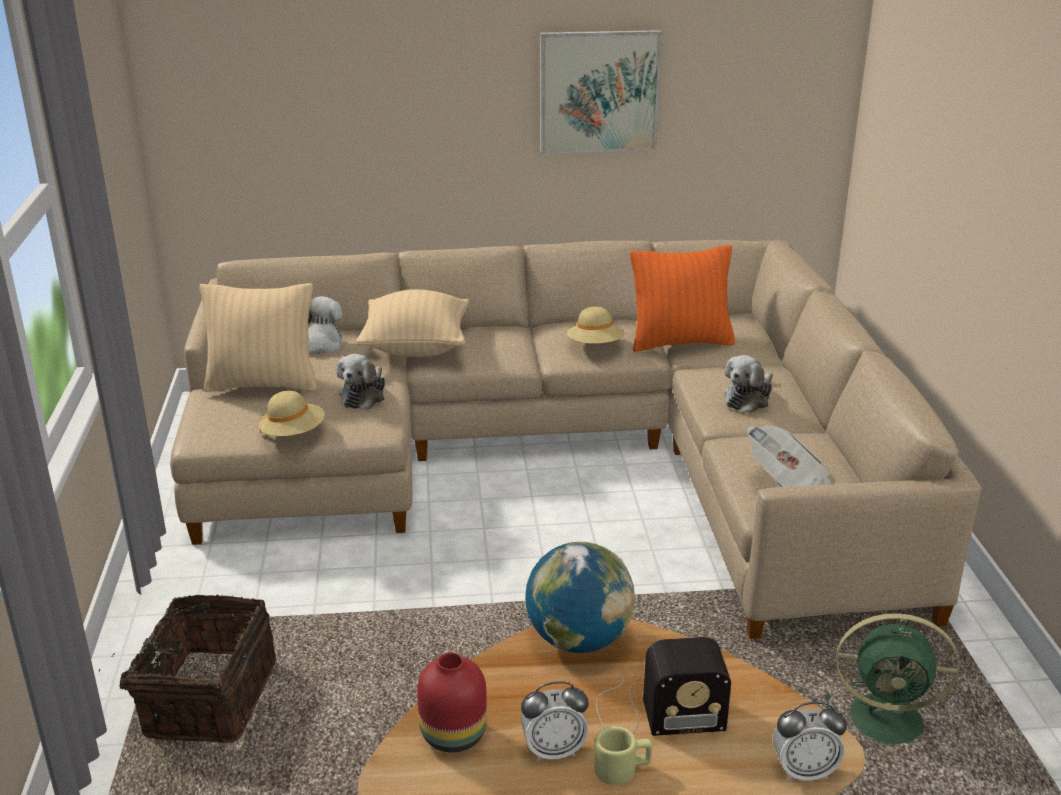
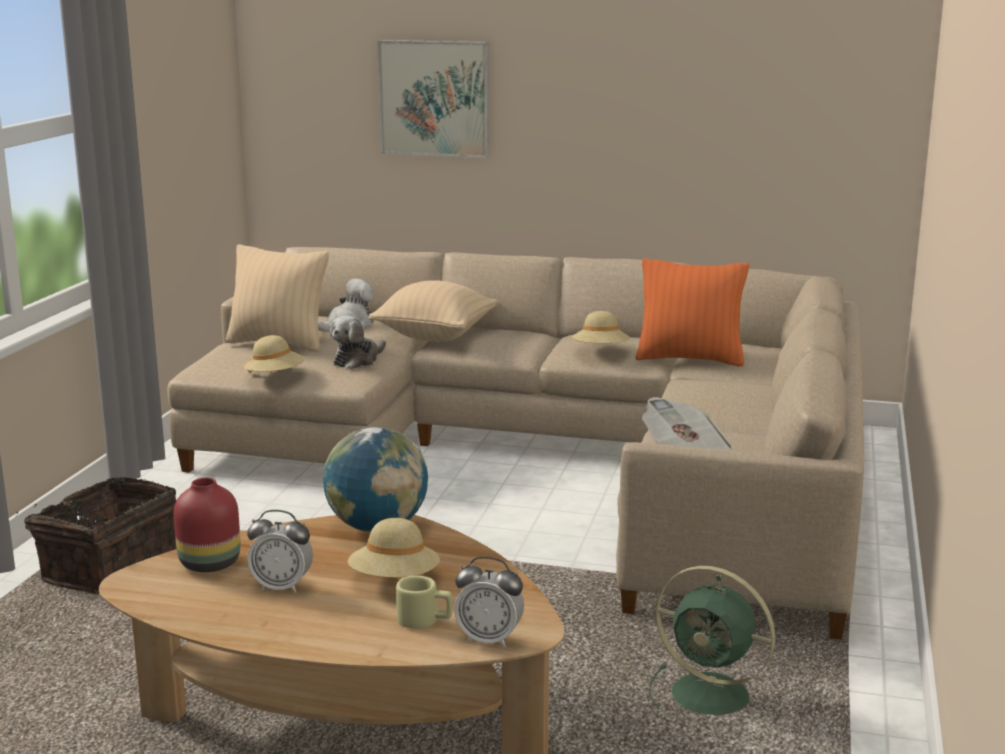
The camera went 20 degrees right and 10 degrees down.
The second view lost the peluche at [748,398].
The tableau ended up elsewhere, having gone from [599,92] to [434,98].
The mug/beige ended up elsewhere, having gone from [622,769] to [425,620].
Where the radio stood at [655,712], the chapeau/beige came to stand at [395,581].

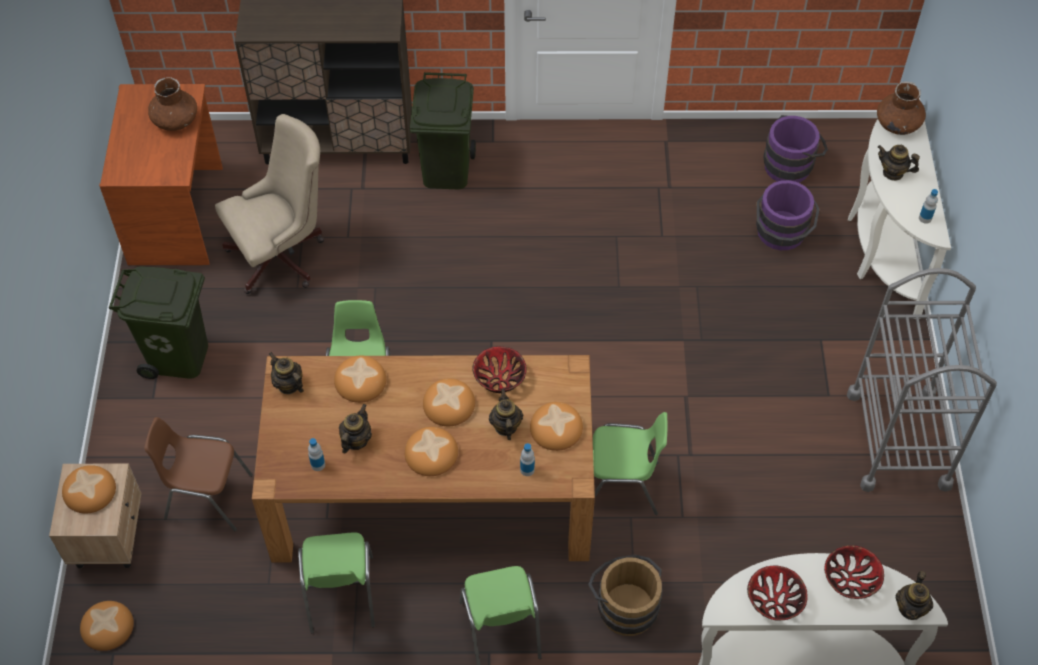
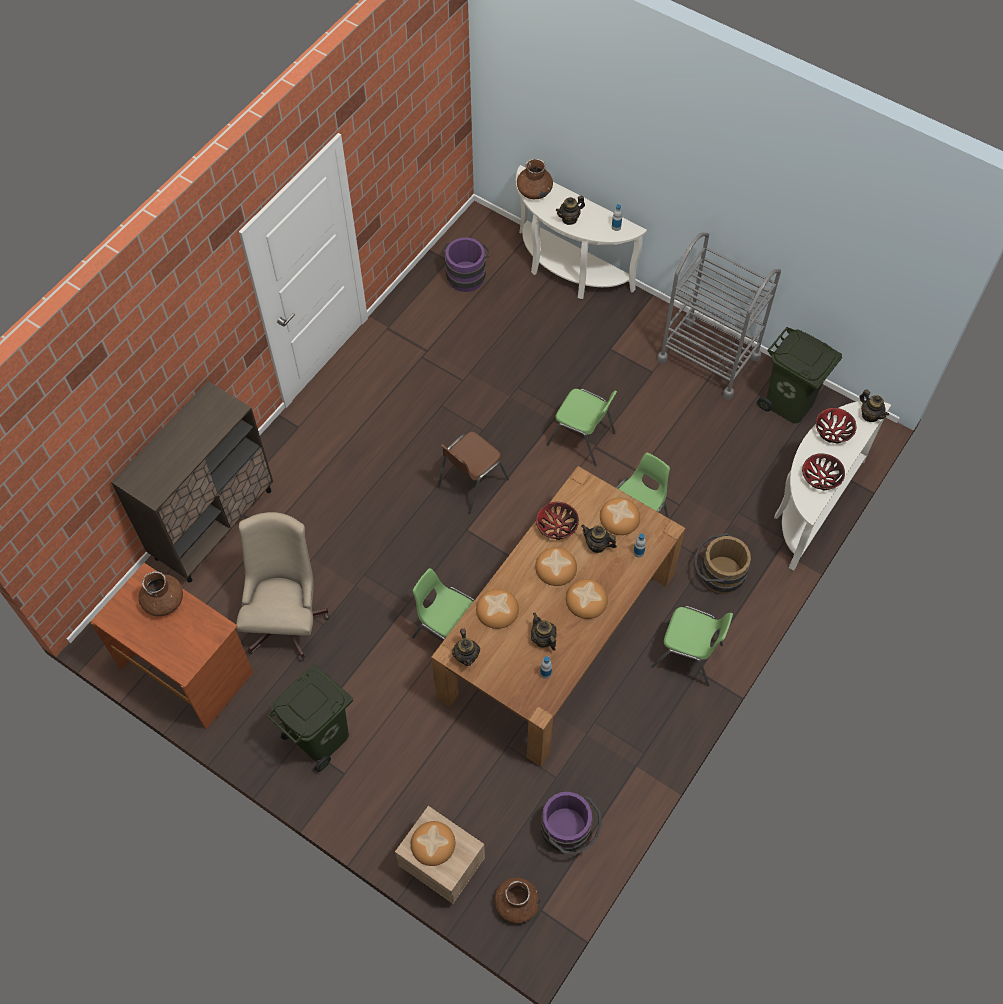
The camera went 55 degrees left and 5 degrees up.
The chaise/marron ended up elsewhere, having gone from [207,497] to [471,483].
The chaise/vert ended up elsewhere, having gone from [340,595] to [581,439].
The poubelle/vert ended up elsewhere, having gone from [445,170] to [789,403].
The seau/violet ended up elsewhere, having gone from [781,235] to [569,832].
Where the pain stood at [107,627], the vase/marron came to stand at [516,904].
The théière at [288,385] ended up facing another way, 90 degrees counterclockwise from before.

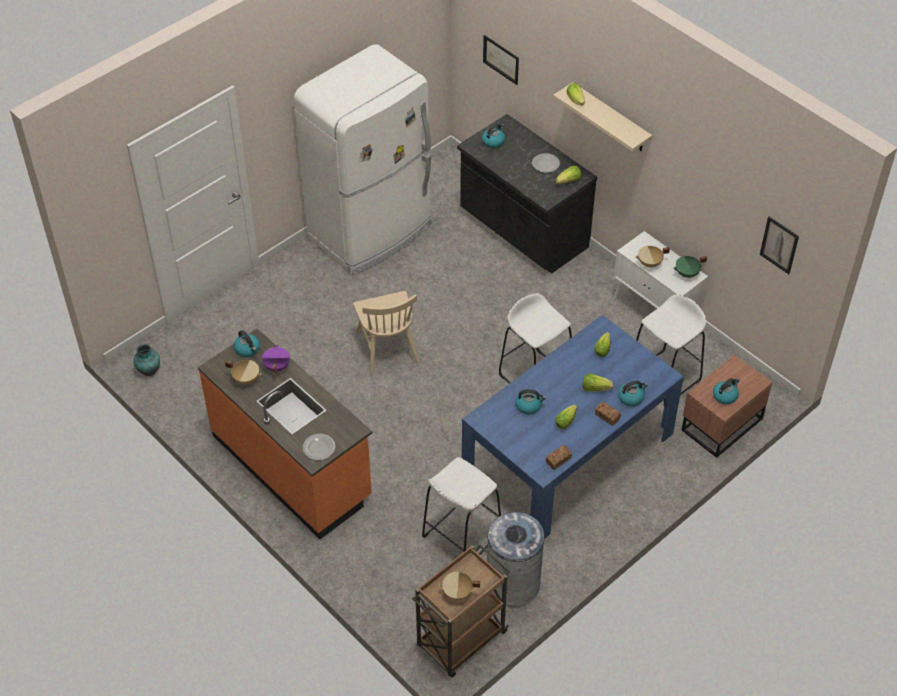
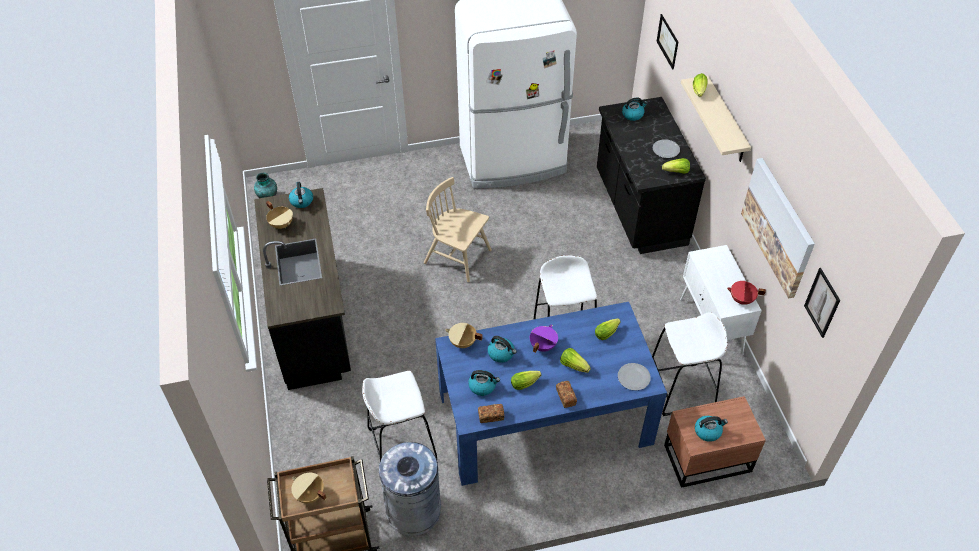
The camera went 30 degrees right and 0 degrees up.
The second view gained the tableau at [778,227].
The marmite/violet ended up elsewhere, having gone from [276,367] to [542,345].
The assiette ended up elsewhere, having gone from [319,448] to [634,378].
The bouilloire ended up elsewhere, having gone from [631,397] to [483,386].
The marmite/beige ended up elsewhere, having gone from [649,264] to [463,343].
What was the comptoir de cuisine/orange at [292,466] turned into the comptoir de cuisine/noir at [313,319].
What was the marmite/vert at [687,274] turned into the marmite/rouge at [742,300].
The chaise/beige at [387,347] ended up facing another way, 105 degrees clockwise from before.

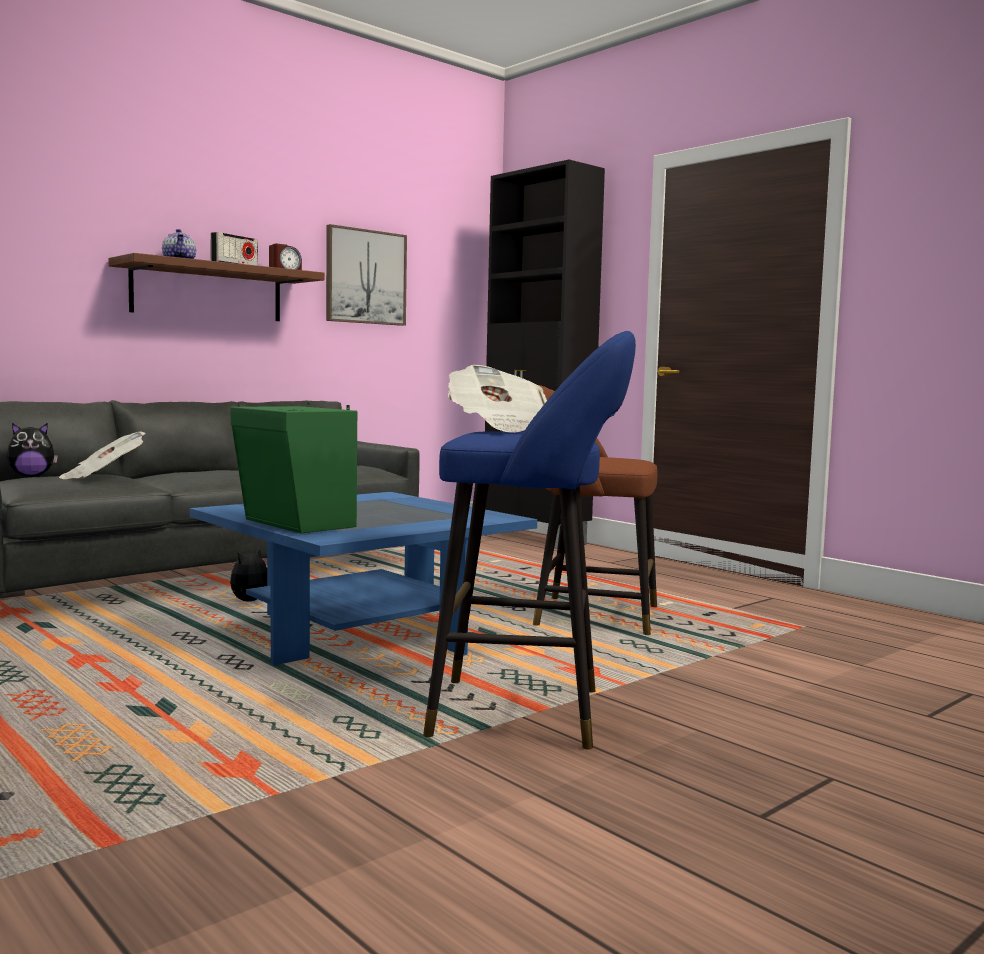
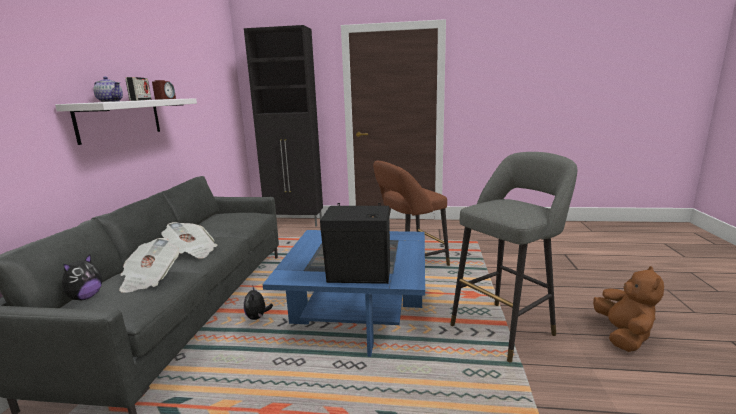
The camera went 40 degrees left and 10 degrees up.
The second view lost the tableau at [365,277].
The second view gained the peluche/marron at [623,335].
The journal ended up elsewhere, having gone from [499,429] to [192,252].
What was the étagère/marron at [208,292] turned into the étagère/blanc at [120,119].
What was the enceinte/vert at [296,524] turned into the enceinte/noir at [360,276].
What was the tabouret/bleu at [528,713] turned into the tabouret/gris at [506,328].

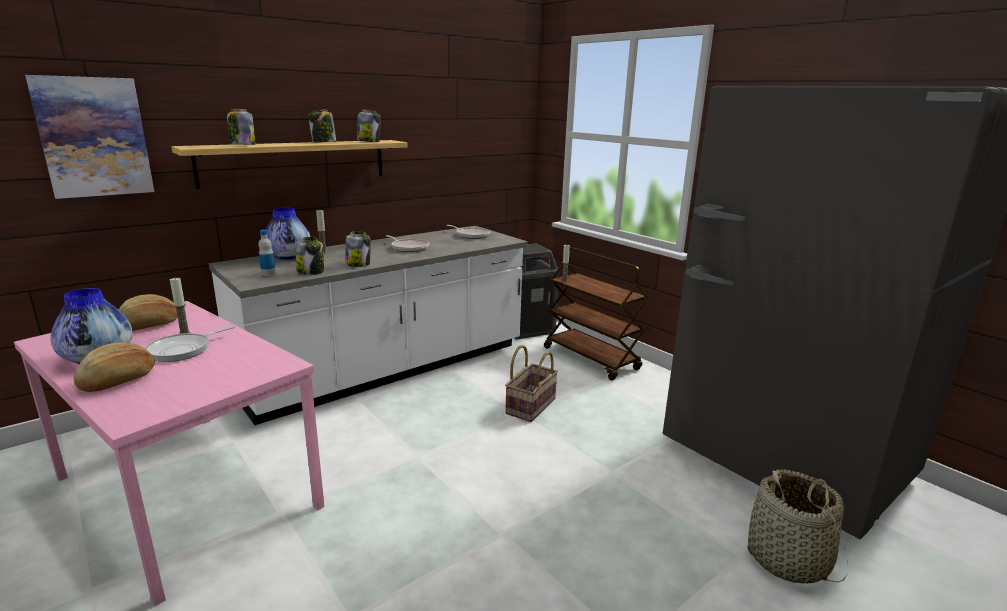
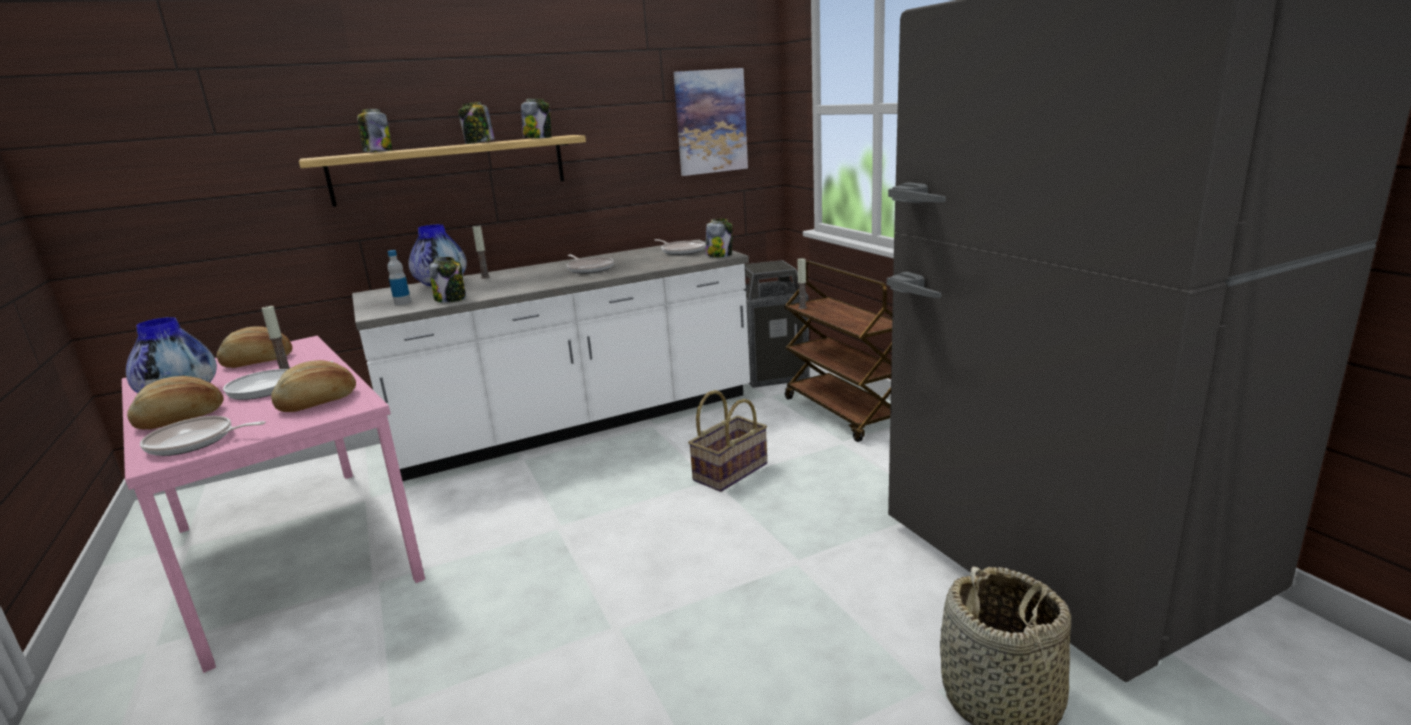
The camera went 15 degrees right and 0 degrees up.
The second view gained the poêle at [195,442].
The second view gained the pain at [318,402].
The tableau ended up elsewhere, having gone from [94,137] to [710,122].
The bocal ended up elsewhere, having gone from [358,264] to [719,255].

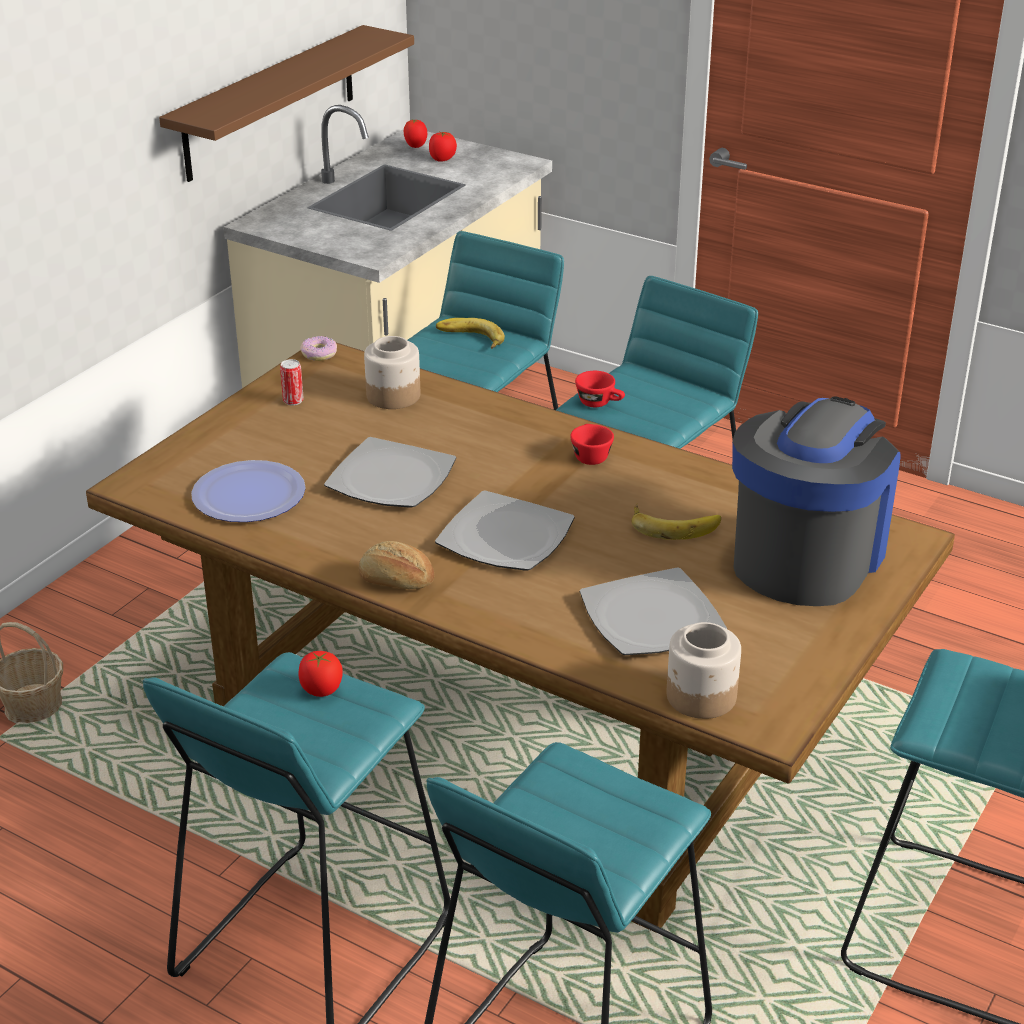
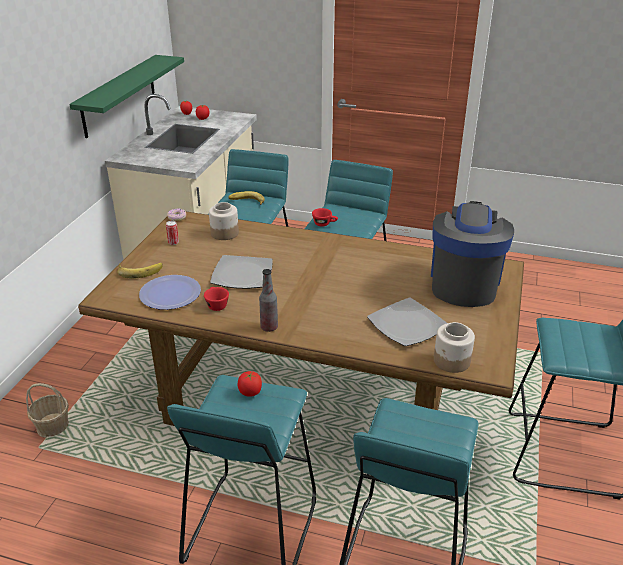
The camera went 15 degrees left and 0 degrees up.
The second view lost the assiette at [507,537].
The tasse/rouge ended up elsewhere, having gone from [589,455] to [216,304].
The banane ended up elsewhere, having gone from [674,524] to [140,270].
Where the pain stood at [396,582], the bouteille came to stand at [269,327].
What was the étagère/marron at [270,103] turned into the étagère/vert at [119,95].

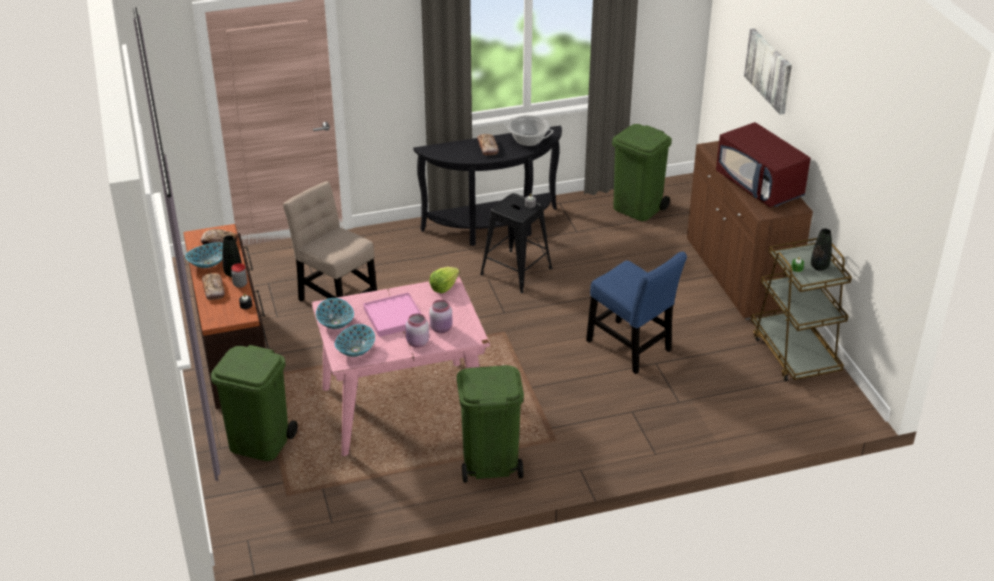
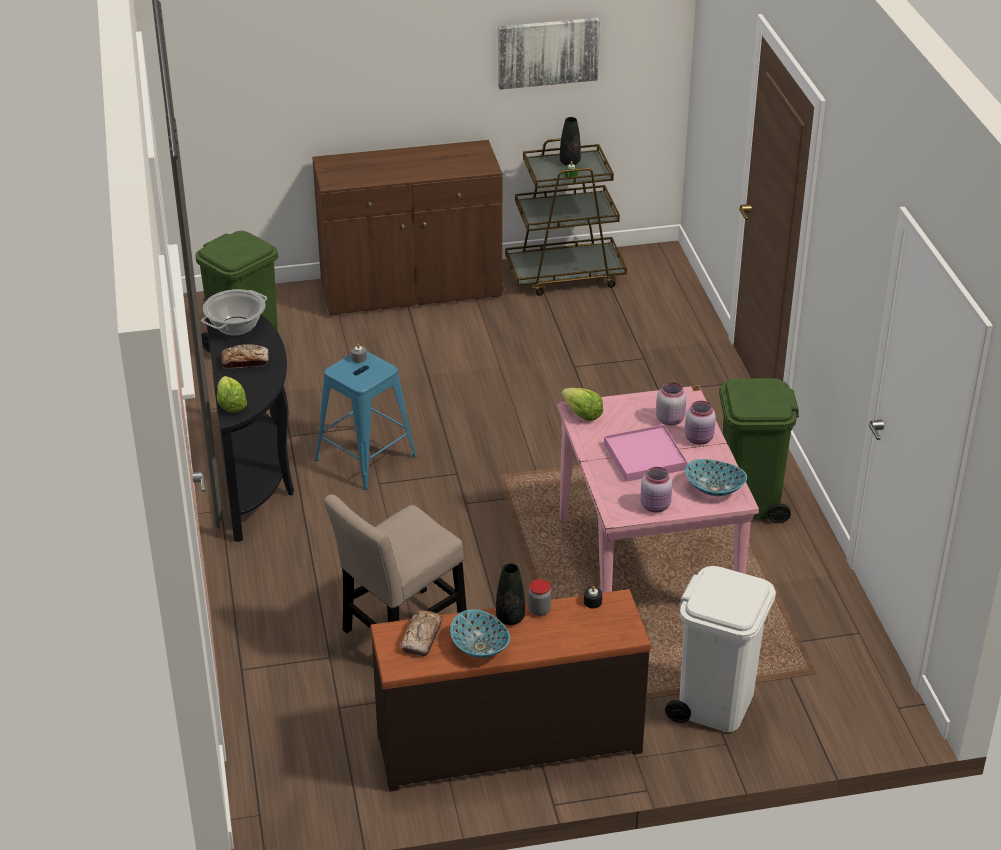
The camera went 85 degrees left and 0 degrees up.
The second view lost the pain at [213,289].
The second view lost the chaise/bleu at [631,348].
The second view lost the micro-ondes/rouge at [760,186].
The second view gained the laitue at [231,405].
The tableau ended up elsewhere, having gone from [769,70] to [548,52].
Where the bol stood at [335,323], the bocal/rose came to stand at [656,506].
What was the poubelle/vert at [260,443] turned into the poubelle/blanc at [715,702].
What was the tabouret/noir at [515,271] turned into the tabouret/bleu at [365,458].

